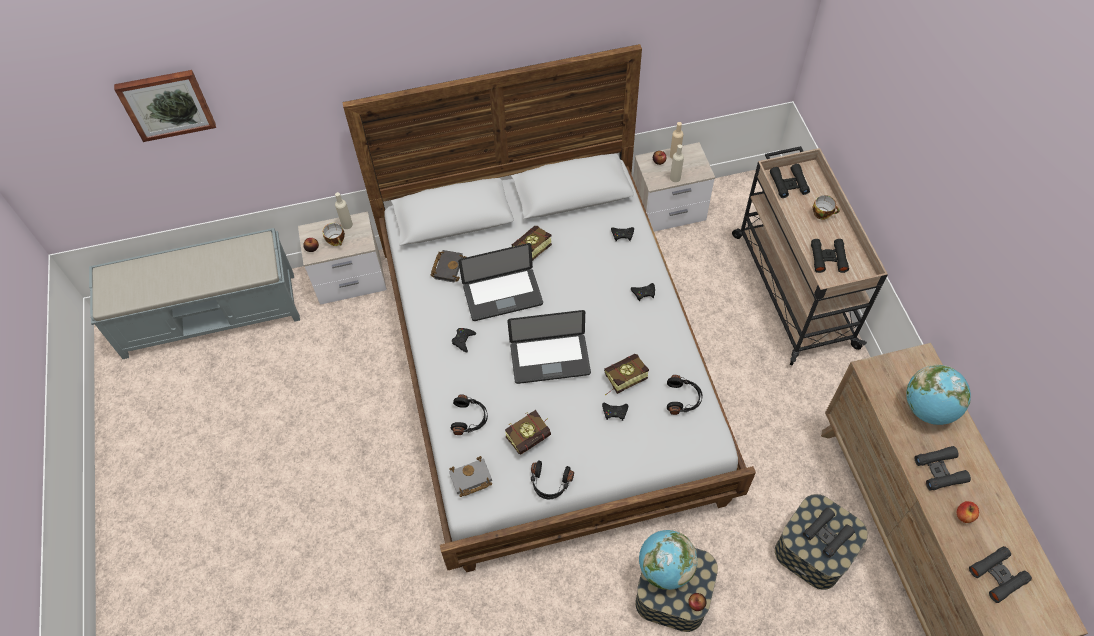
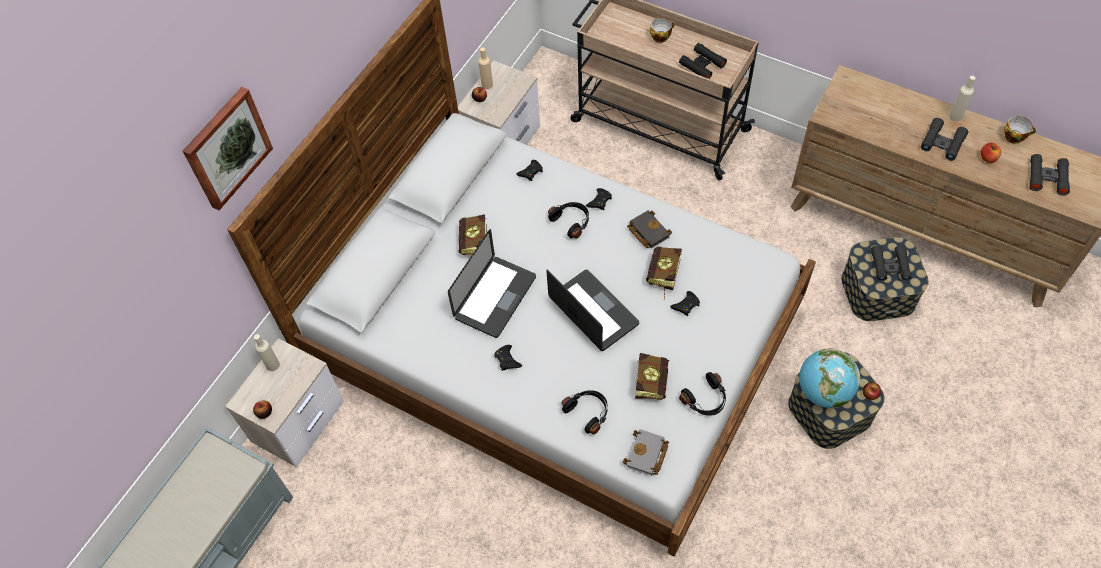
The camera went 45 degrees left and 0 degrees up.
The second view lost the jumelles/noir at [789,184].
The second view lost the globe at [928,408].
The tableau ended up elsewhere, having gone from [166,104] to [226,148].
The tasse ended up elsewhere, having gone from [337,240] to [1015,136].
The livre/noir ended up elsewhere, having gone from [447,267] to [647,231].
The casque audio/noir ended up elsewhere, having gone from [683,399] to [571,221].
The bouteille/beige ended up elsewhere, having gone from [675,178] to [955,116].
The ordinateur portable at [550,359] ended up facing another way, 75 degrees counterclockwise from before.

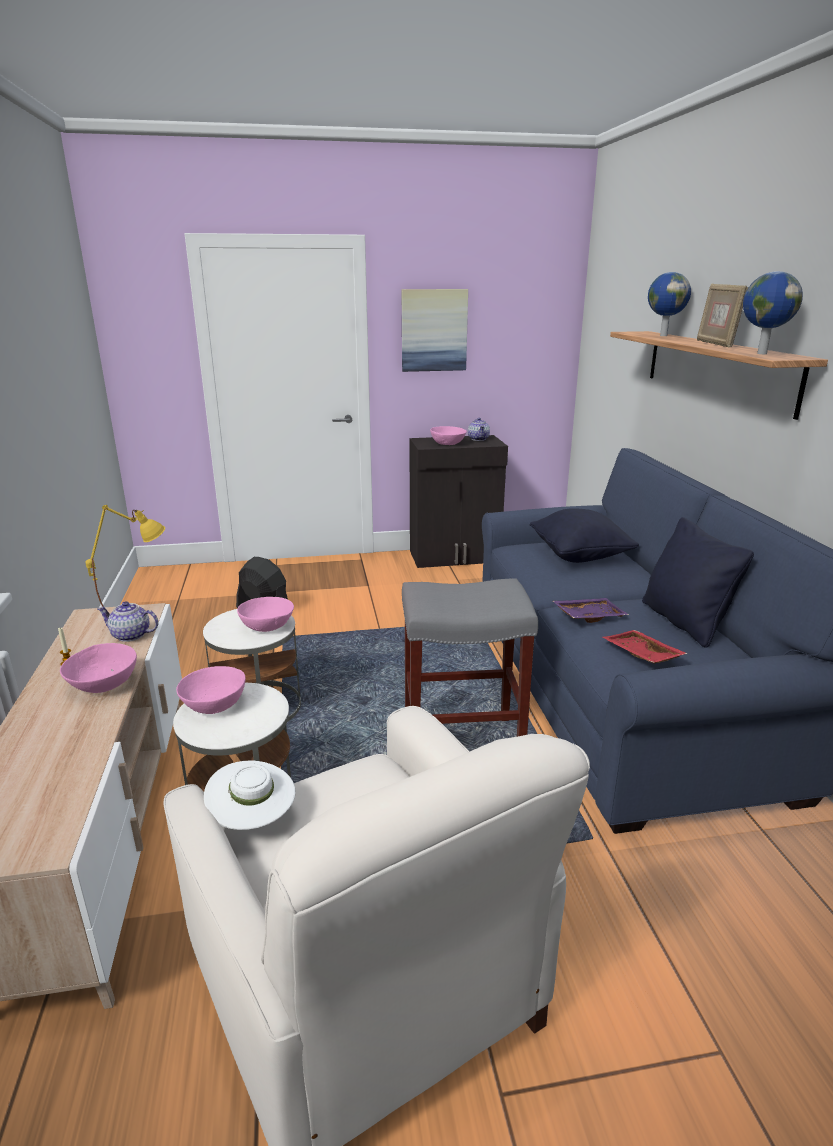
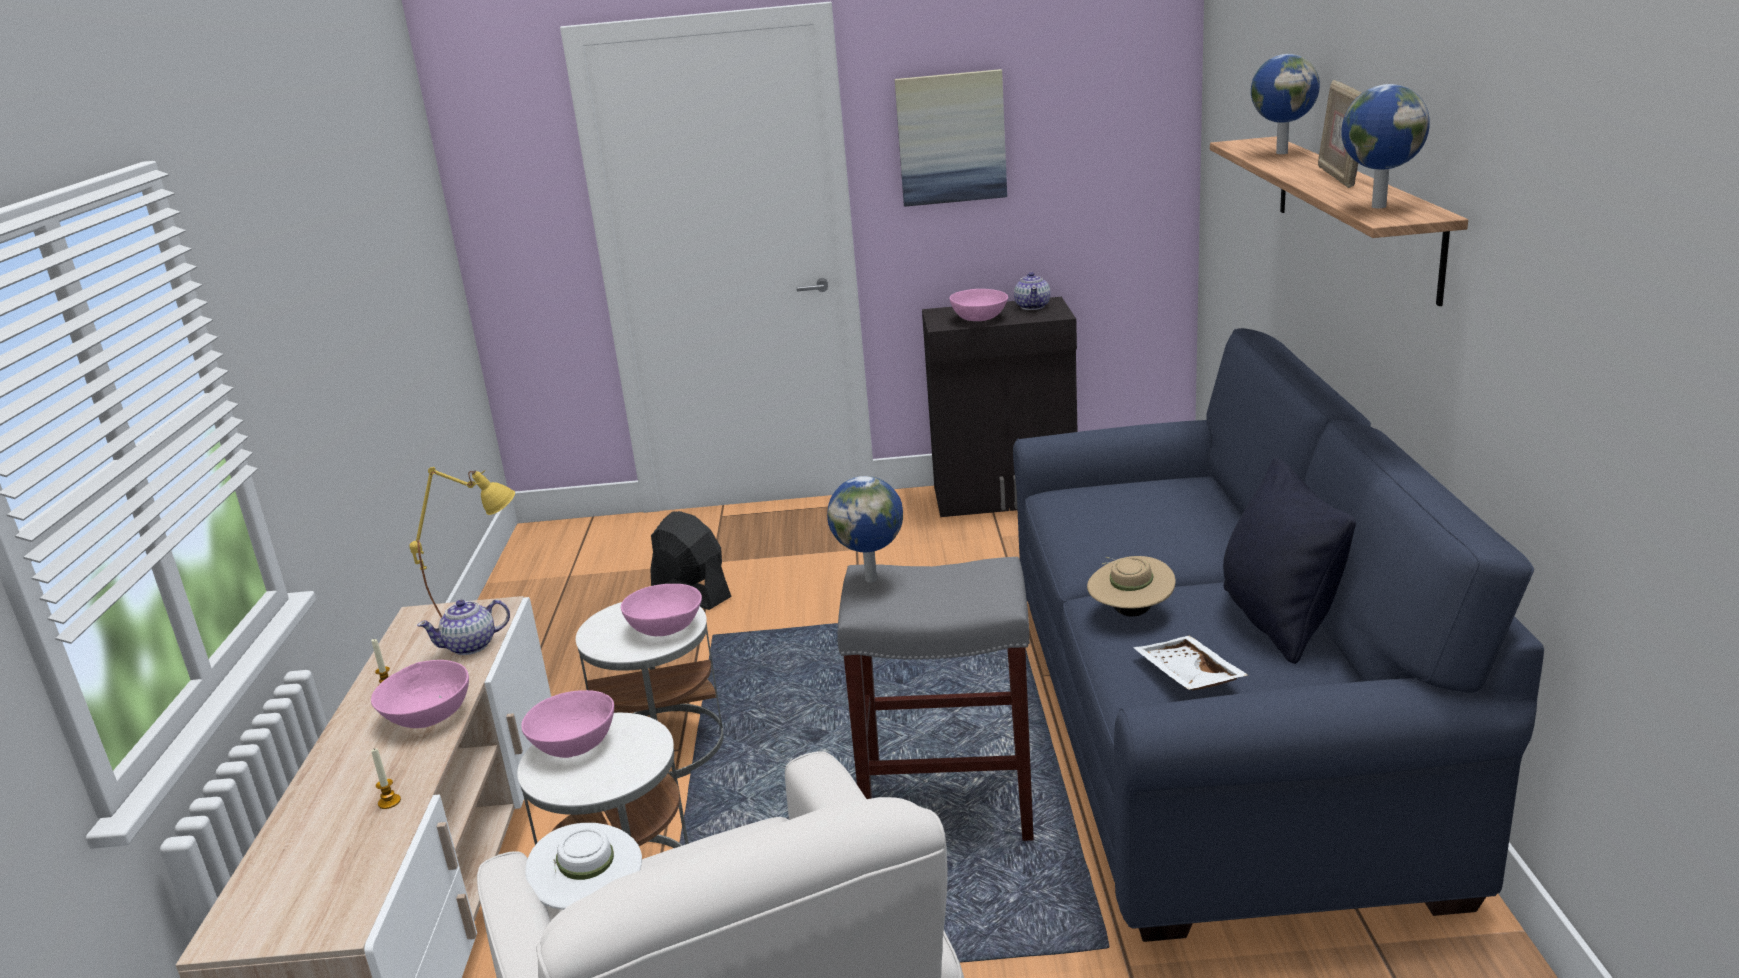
The camera went 10 degrees right and 0 degrees up.
The second view lost the coussin/noir at [579,556].
The second view gained the bougie at [389,802].
The second view gained the globe at [872,578].
Where the plateau/violet stood at [588,616], the chapeau/beige came to stand at [1130,612].
What was the plateau/rouge at [640,655] turned into the plateau/blanc at [1186,676].
The théière at [131,635] ended up facing another way, 45 degrees counterclockwise from before.

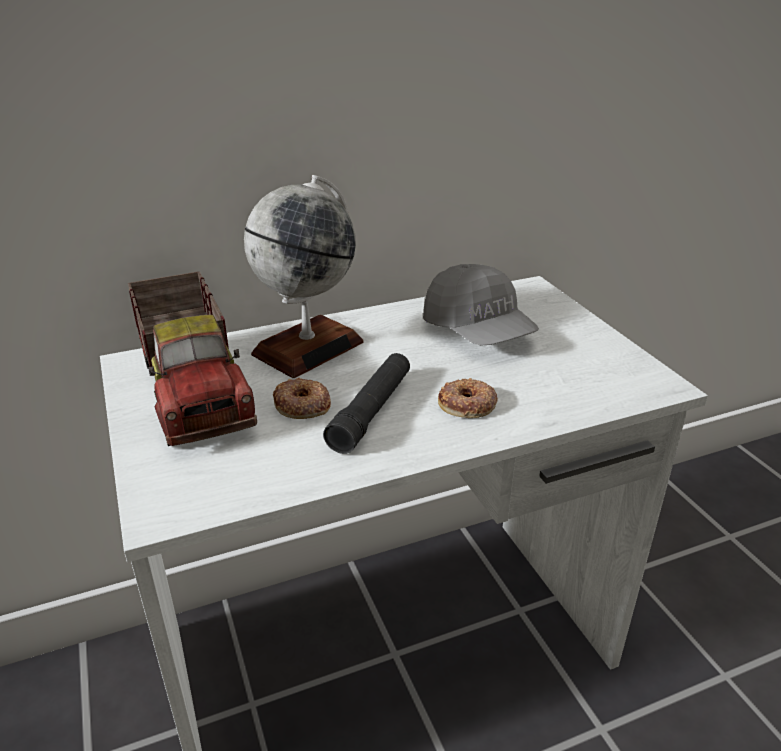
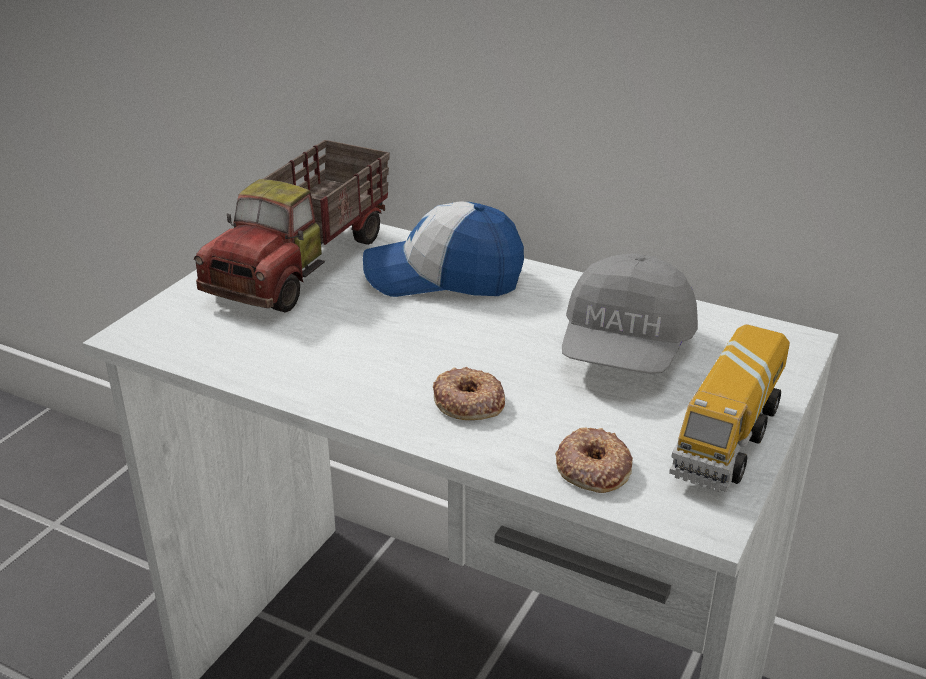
The camera went 50 degrees right and 0 degrees up.
The second view lost the lampe de poche/noir at [371,411].
The second view gained the camion jouet at [726,440].
The beignet ended up elsewhere, having gone from [302,405] to [592,468].
Where the globe stood at [308,348], the casquette came to stand at [443,277].

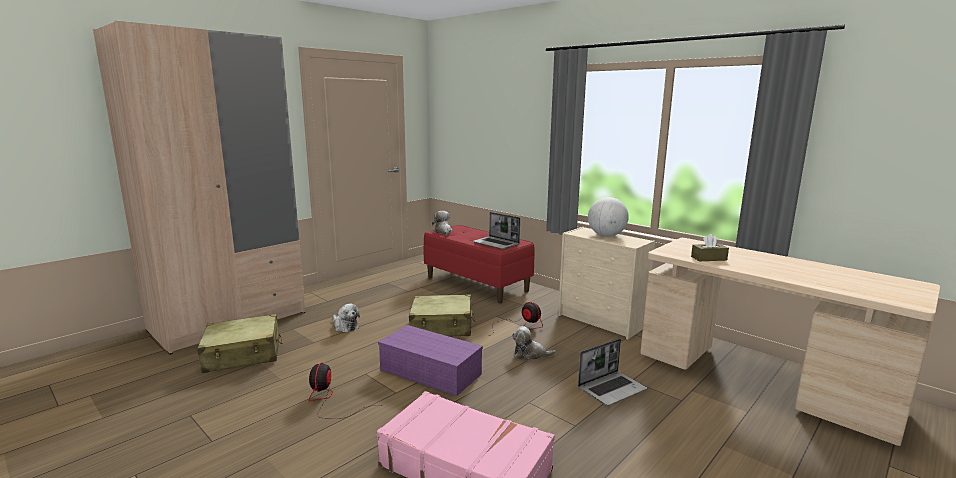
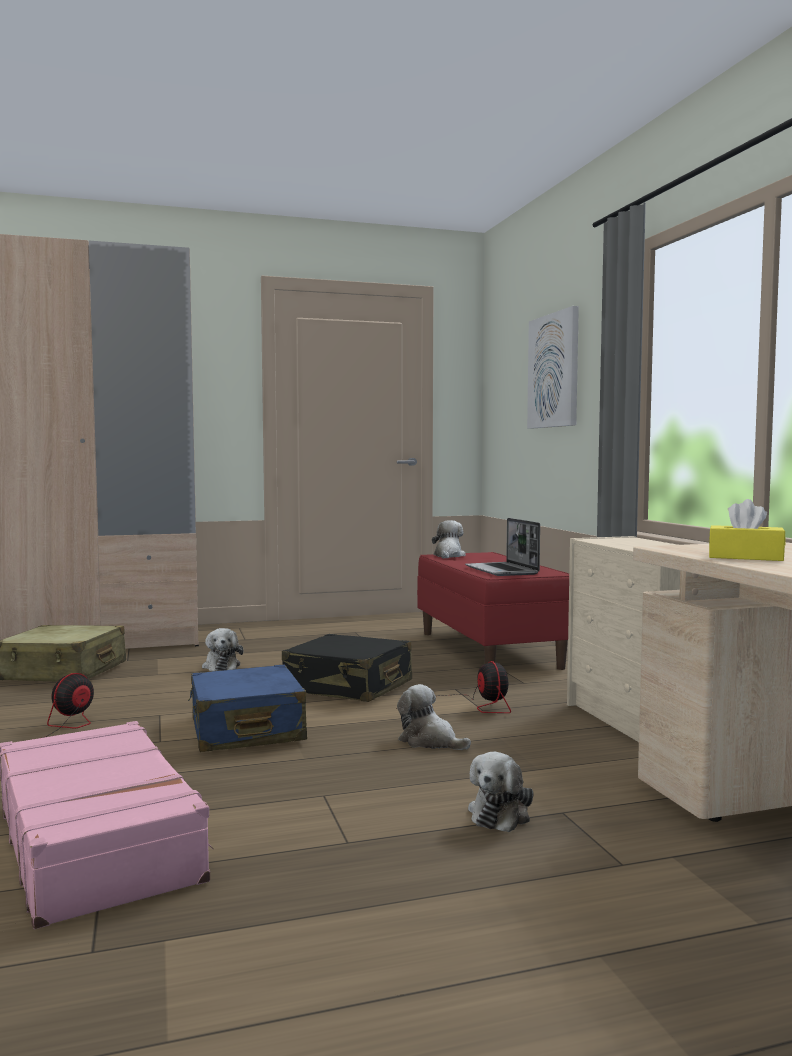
The camera went 30 degrees right and 10 degrees down.
The second view lost the globe at [606,235].
The second view gained the tableau at [554,371].
Where the boîte de rangement/violet stood at [432,372], the valise/bleu came to stand at [246,730].
Where the ordinateur portable stood at [612,388], the peluche came to stand at [501,813].
What was the valise/beige at [442,327] turned into the valise/noir at [348,687].
What was the boîte à mouchoirs/marron at [708,258] turned into the boîte à mouchoirs/jaune at [745,557].

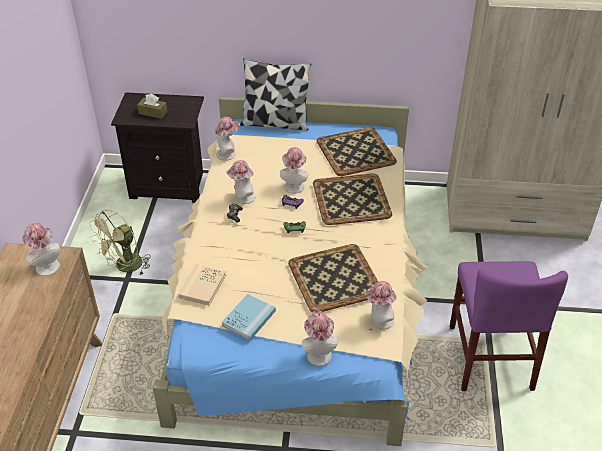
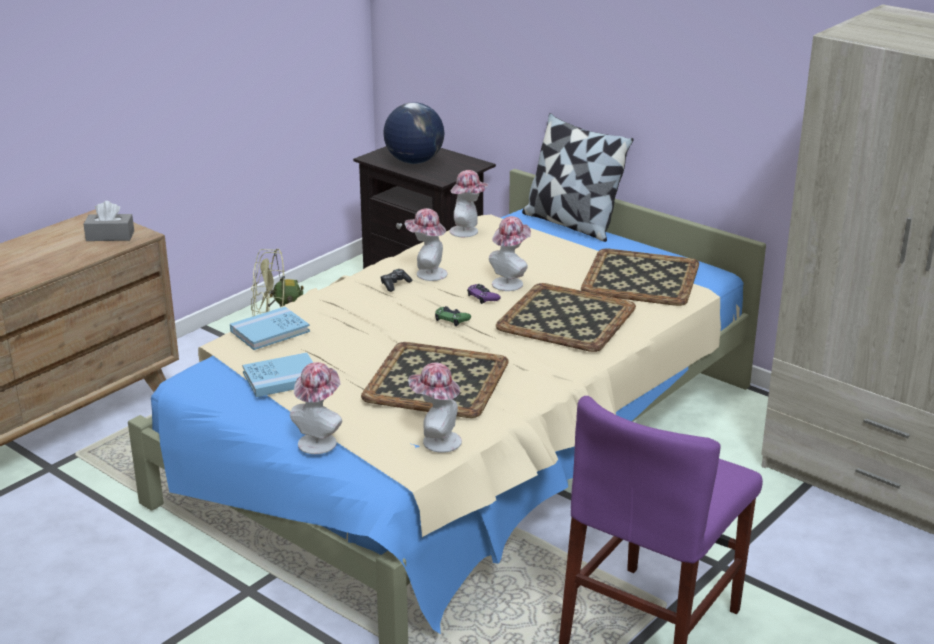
The camera went 35 degrees right and 15 degrees down.
Where the chapeau stood at [46,265], the boîte à mouchoirs/gris came to stand at [110,236].
Where the boîte à mouchoirs/marron stood at [153,112], the globe came to stand at [414,161].
What was the livre/beige at [202,286] turned into the livre/bleu at [270,331].

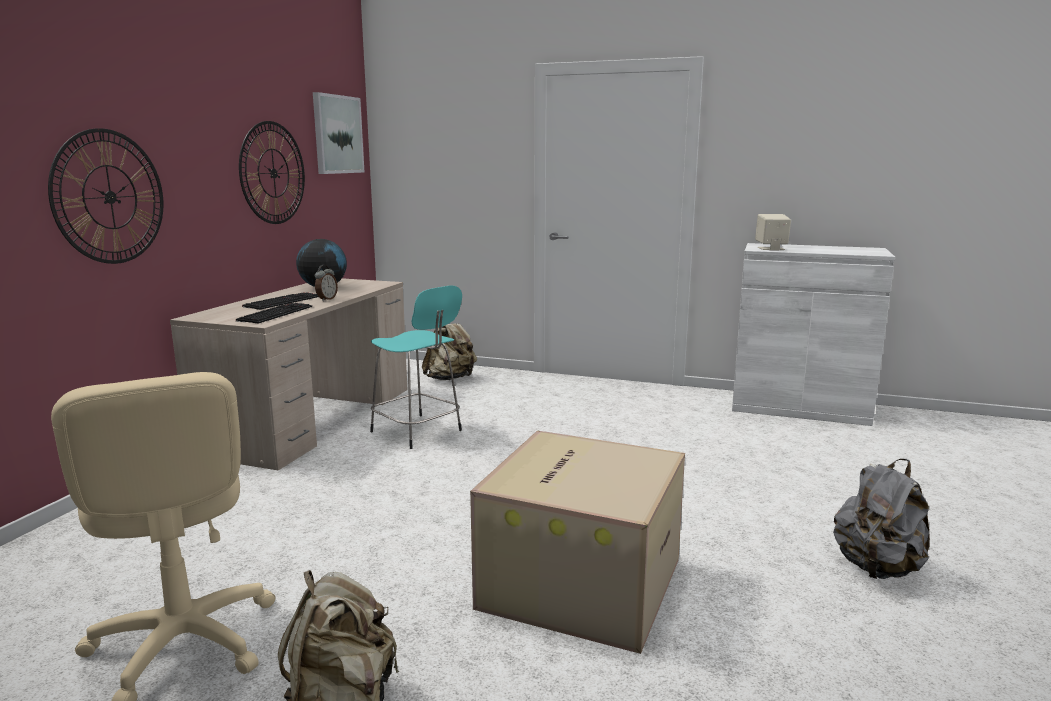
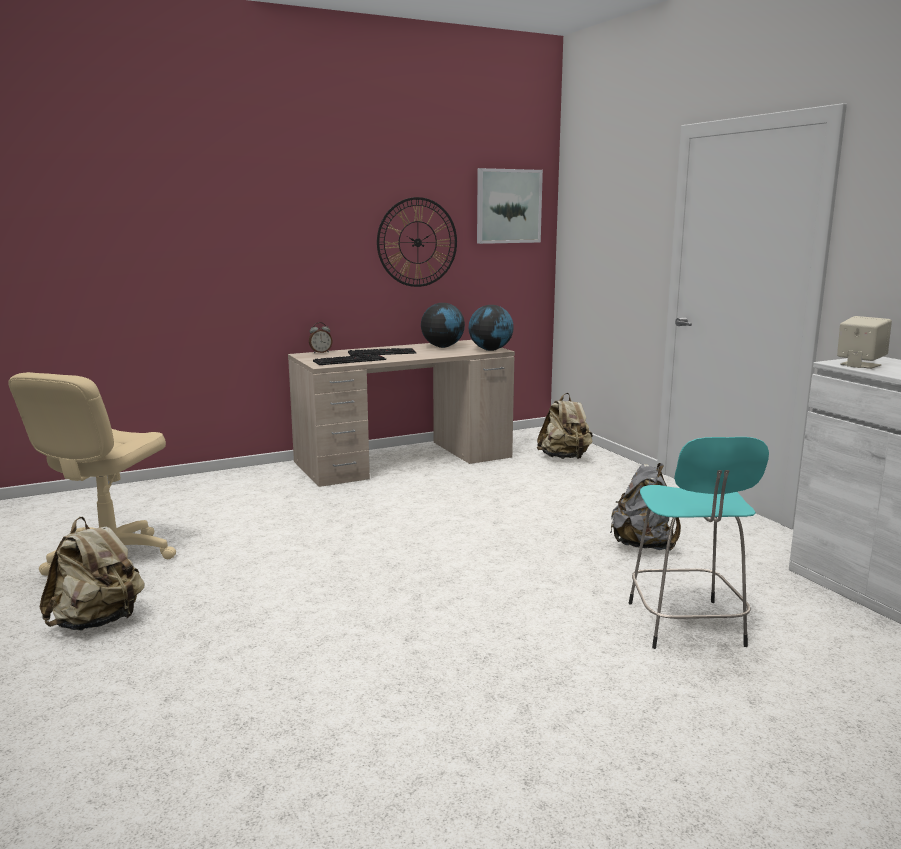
The camera went 45 degrees right and 0 degrees up.
The second view lost the horloge murale at [110,197].
The second view lost the carton at [579,581].
The second view gained the globe at [490,350].
The réveil ended up elsewhere, having gone from [326,299] to [320,352].
The tabouret/turquoise ended up elsewhere, having gone from [418,432] to [686,626].
The sac à dos/gris ended up elsewhere, having gone from [877,568] to [643,545].

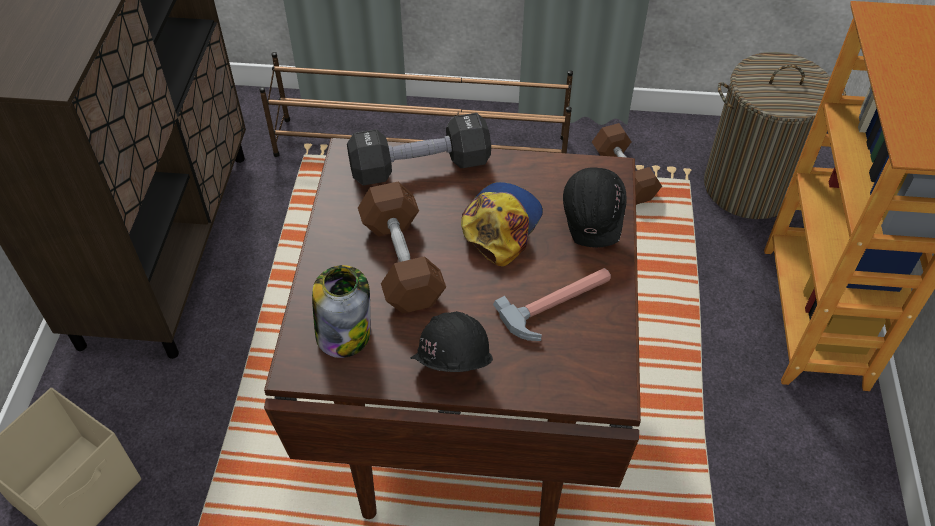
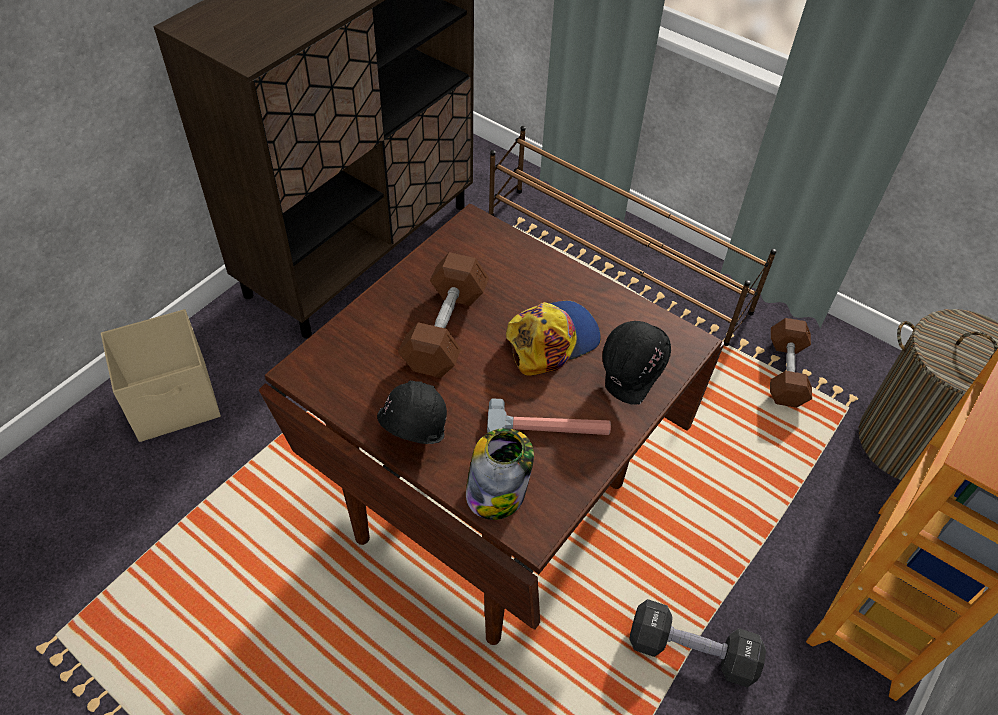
The camera went 30 degrees right and 0 degrees up.
The bocal ended up elsewhere, having gone from [344,332] to [497,493].
The haltère/noir ended up elsewhere, having gone from [420,167] to [691,651].

